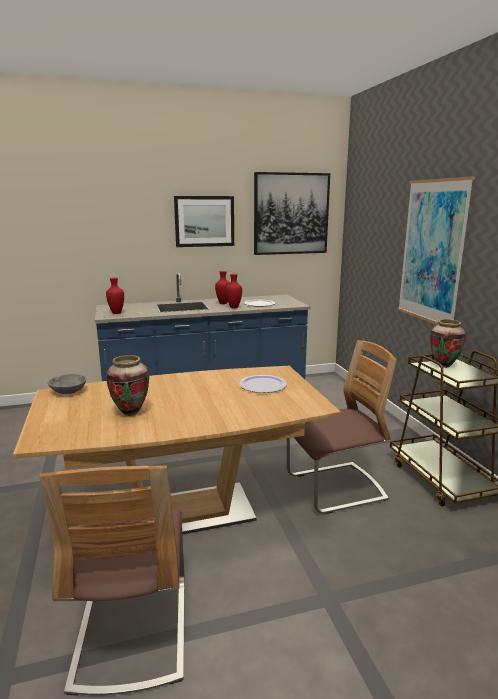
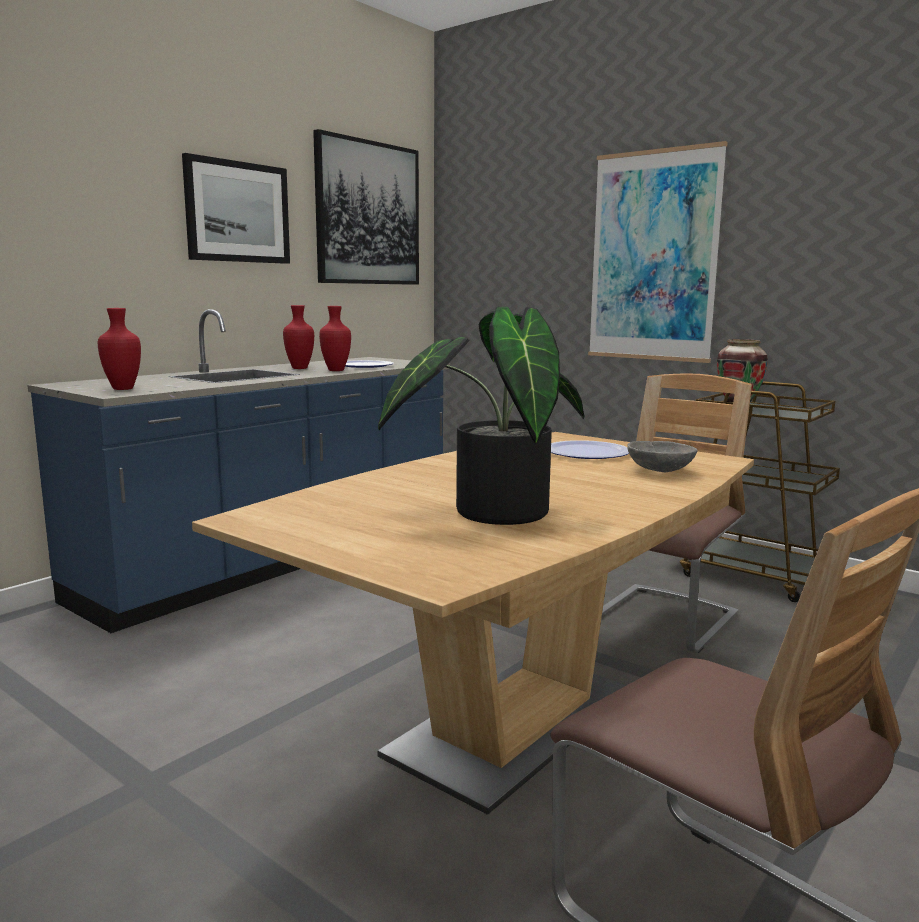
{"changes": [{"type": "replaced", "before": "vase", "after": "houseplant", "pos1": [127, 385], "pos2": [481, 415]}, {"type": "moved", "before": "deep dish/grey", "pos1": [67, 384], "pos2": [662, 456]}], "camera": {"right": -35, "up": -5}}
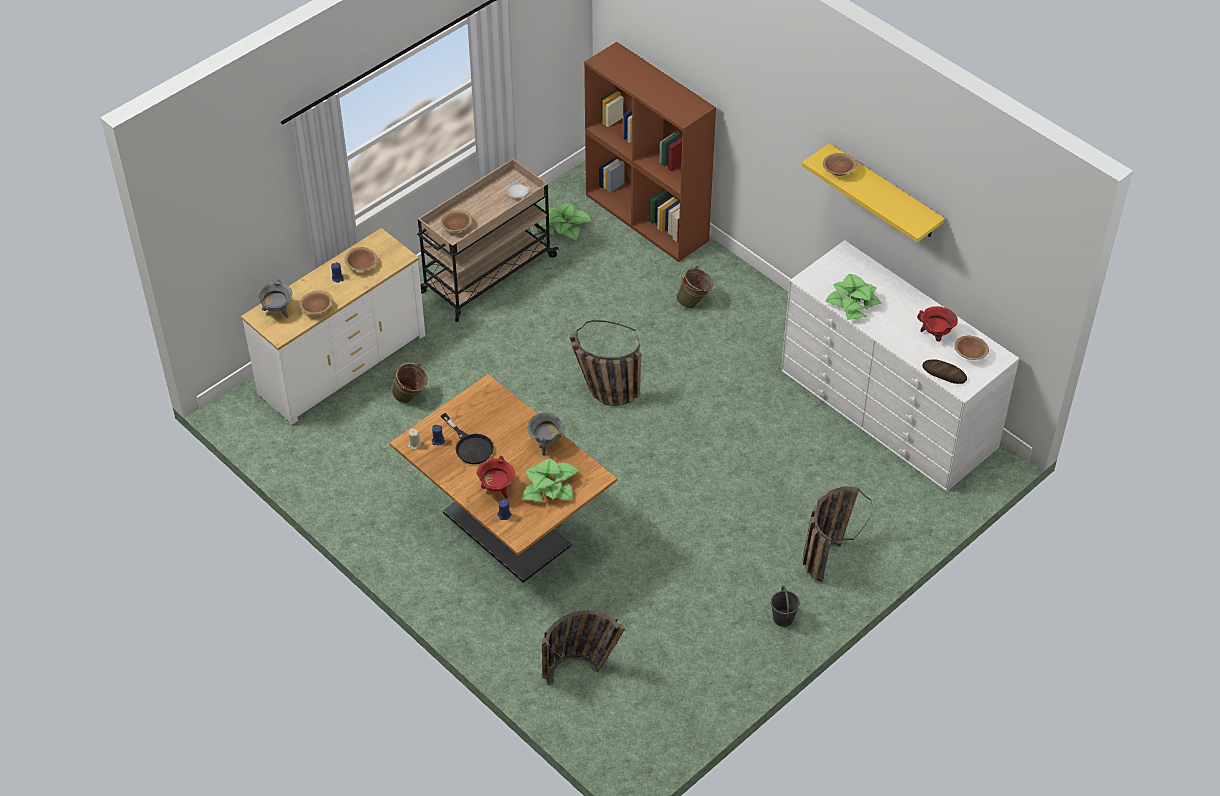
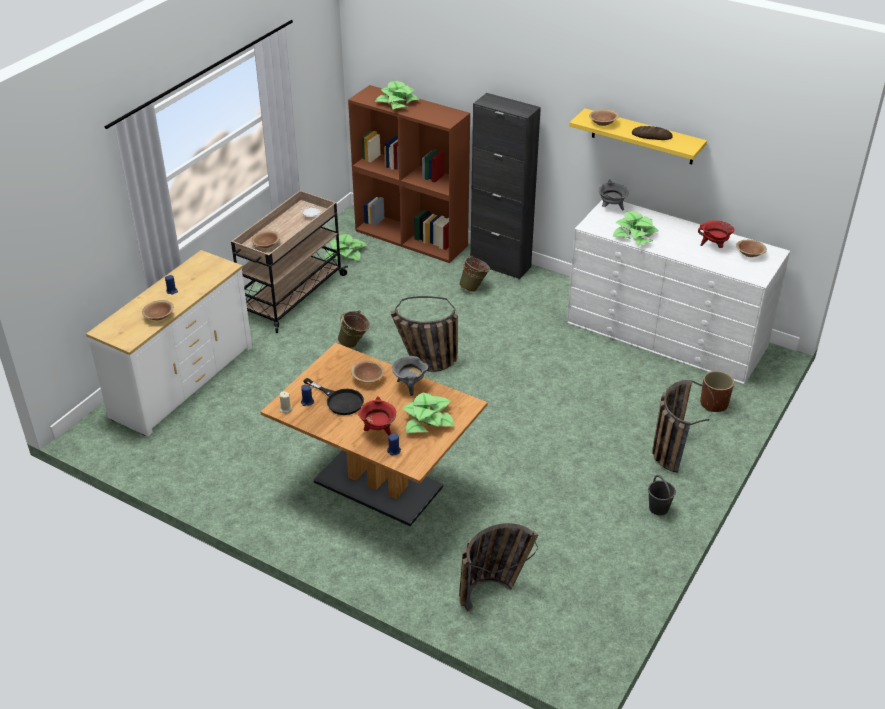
{"changes": [{"type": "moved", "before": "pail/green", "pos1": [410, 382], "pos2": [354, 329]}, {"type": "moved", "before": "deep dish/brownish", "pos1": [360, 259], "pos2": [368, 371]}, {"type": "added", "after": "houseplant", "pos2": [397, 95]}, {"type": "added", "after": "storage cabinet/black", "pos2": [505, 186]}, {"type": "moved", "before": "cooking pot/grey", "pos1": [274, 298], "pos2": [613, 194]}, {"type": "moved", "before": "bread", "pos1": [944, 371], "pos2": [652, 133]}, {"type": "added", "after": "planter/brownish", "pos2": [717, 391]}], "camera": {"right": -15, "up": -10}}
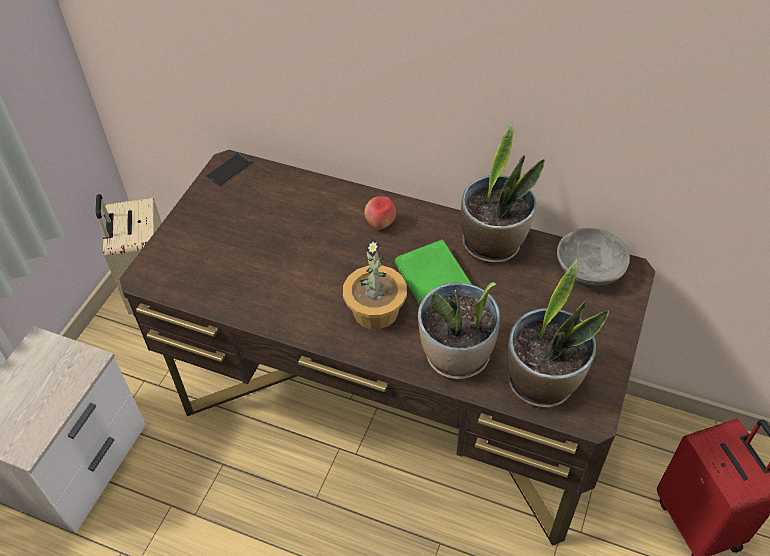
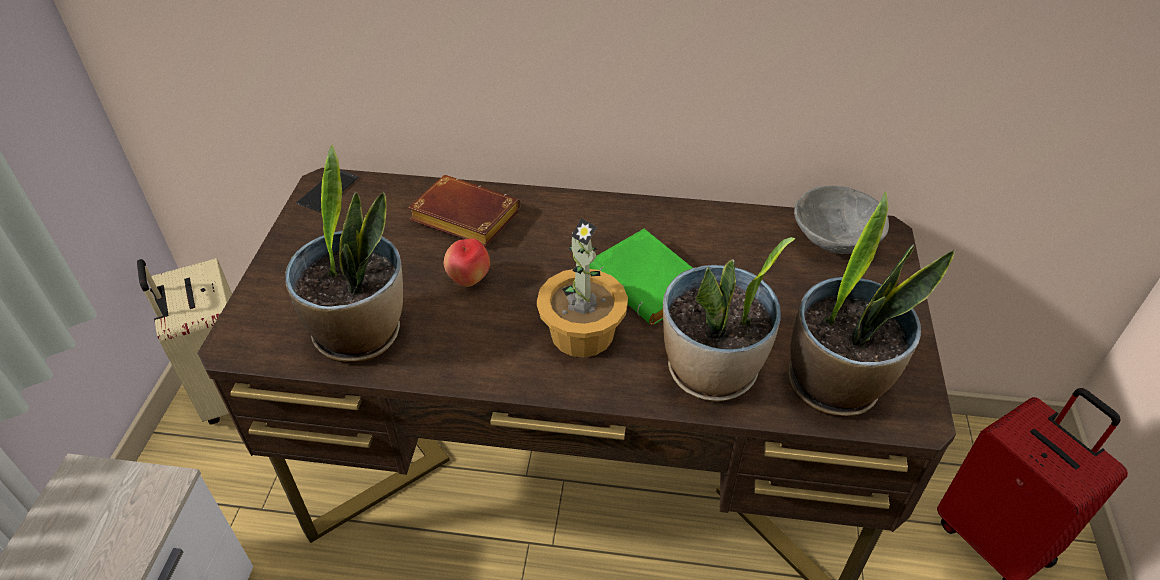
{"changes": [{"type": "moved", "before": "houseplant", "pos1": [503, 192], "pos2": [344, 254]}, {"type": "added", "after": "volume/brownish", "pos2": [464, 211]}, {"type": "moved", "before": "apple", "pos1": [380, 213], "pos2": [467, 262]}], "camera": {"right": -15, "up": -5}}
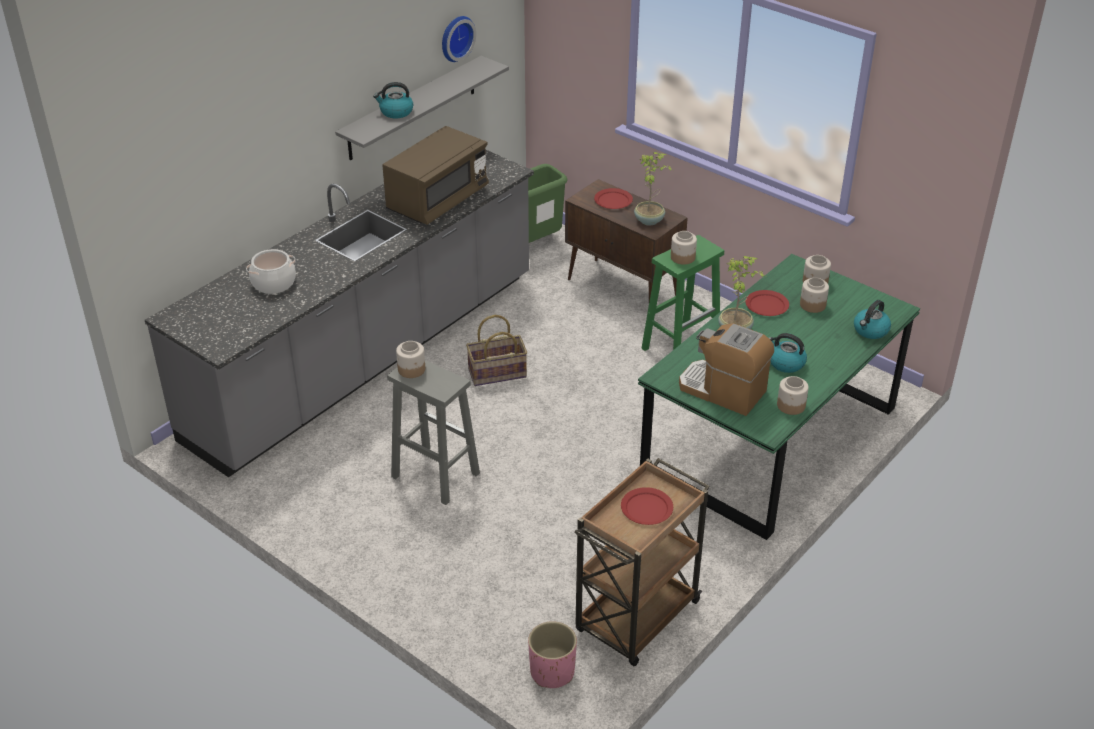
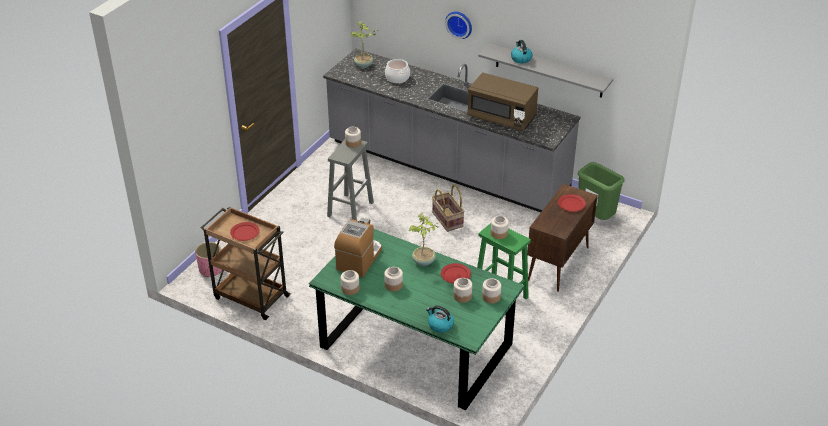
{"changes": [{"type": "moved", "before": "houseplant", "pos1": [653, 188], "pos2": [363, 44]}, {"type": "replaced", "before": "kettle", "after": "jar", "pos1": [788, 353], "pos2": [393, 279]}, {"type": "moved", "before": "wall clock", "pos1": [459, 39], "pos2": [458, 25]}], "camera": {"right": 80, "up": 0}}
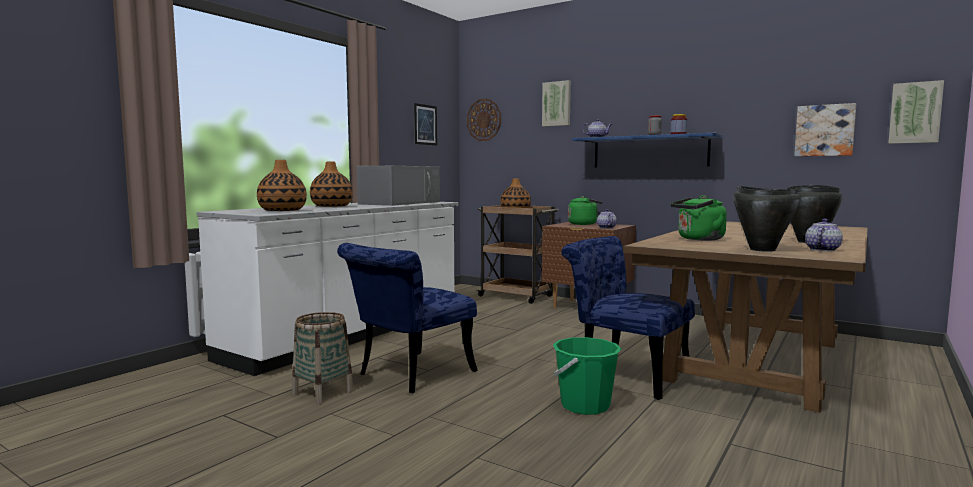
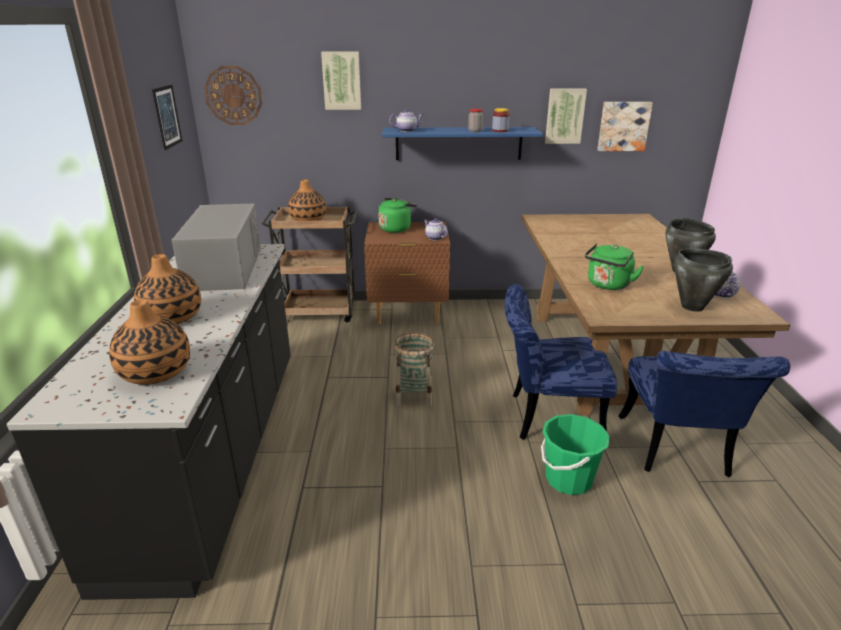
{"changes": [{"type": "recoloured", "before": "counter/white-coloured", "after": "counter/black", "pos1": [327, 289], "pos2": [149, 422]}, {"type": "moved", "before": "storage basket", "pos1": [323, 358], "pos2": [414, 369]}, {"type": "moved", "before": "wall art", "pos1": [916, 112], "pos2": [566, 116]}, {"type": "moved", "before": "chair/blue-coloured", "pos1": [407, 318], "pos2": [704, 414]}], "camera": {"right": -35, "up": 20}}
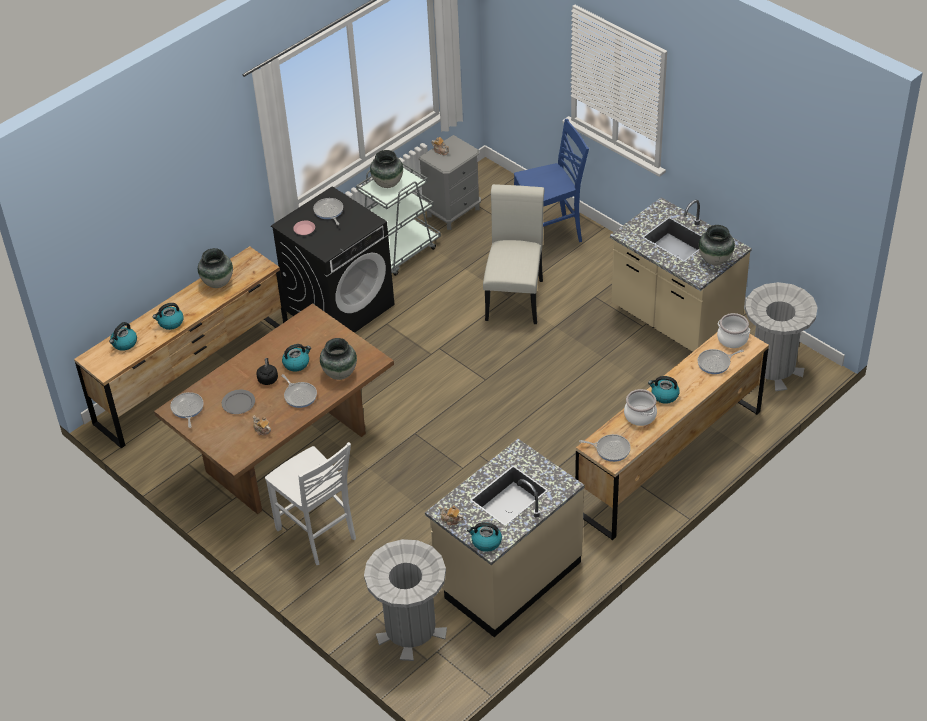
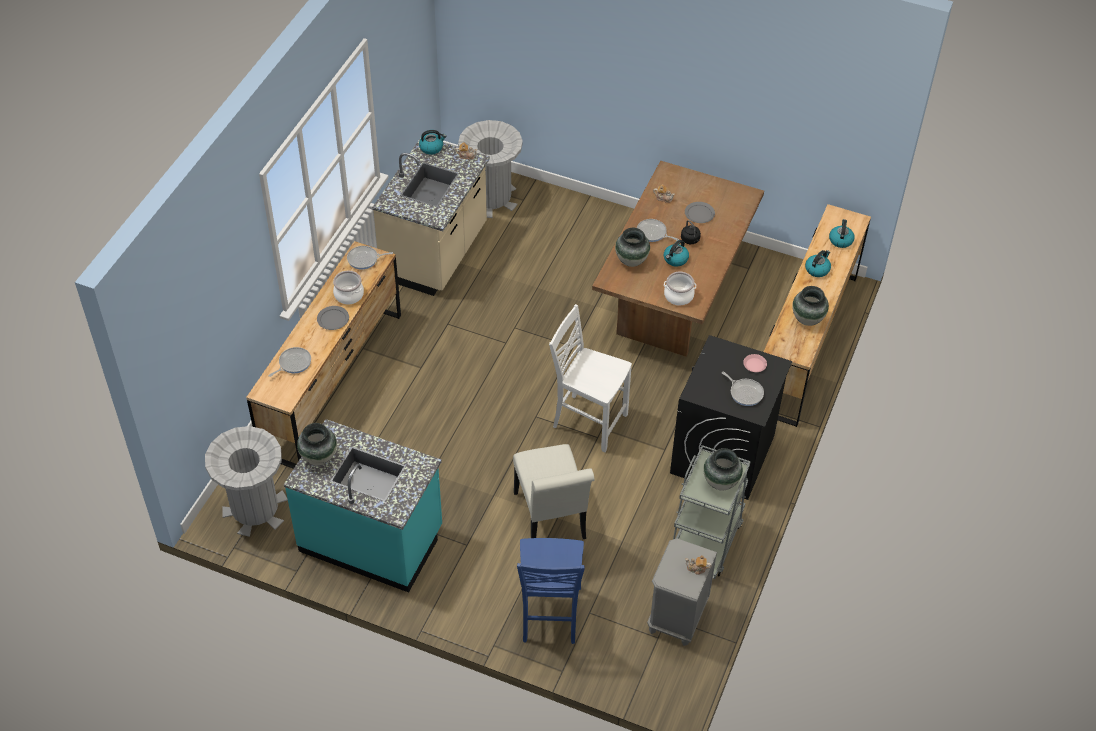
{"changes": [{"type": "recoloured", "before": "counter/beige-coloured", "after": "counter/blue-green", "pos1": [681, 274], "pos2": [363, 506]}, {"type": "replaced", "before": "kettle", "after": "dinner plate/grey", "pos1": [664, 390], "pos2": [333, 318]}, {"type": "turned", "before": "chair/blue-coloured", "pos1": [551, 180], "pos2": [551, 591], "turn": -45}, {"type": "moved", "before": "chair/white-coloured", "pos1": [310, 503], "pos2": [590, 378]}, {"type": "moved", "before": "cooking pot", "pos1": [733, 330], "pos2": [680, 288]}, {"type": "removed", "before": "pan", "pos1": [187, 410]}], "camera": {"right": 155, "up": 5}}
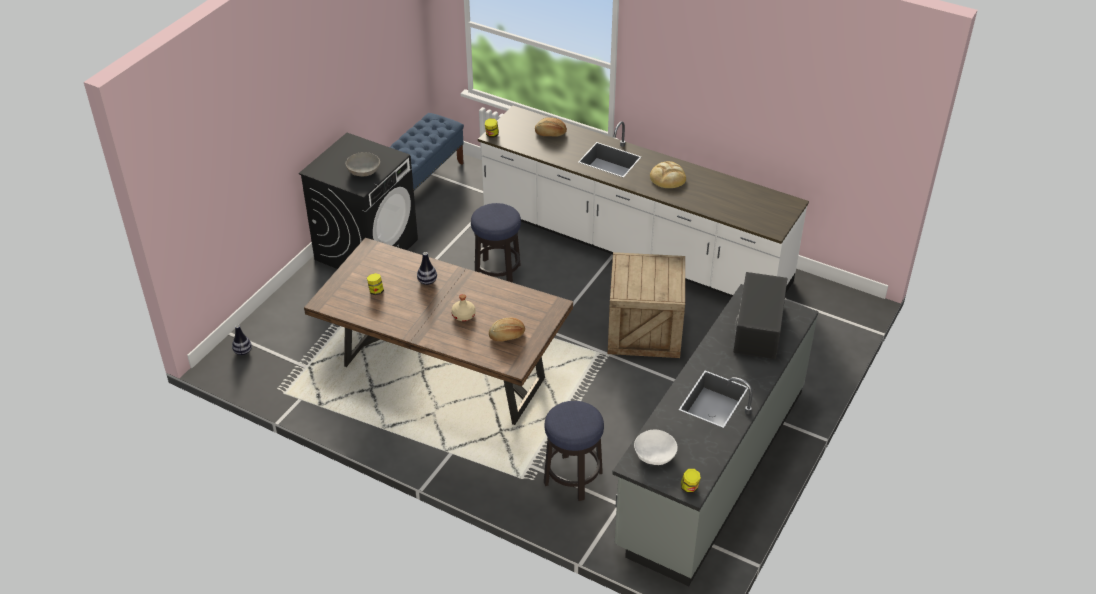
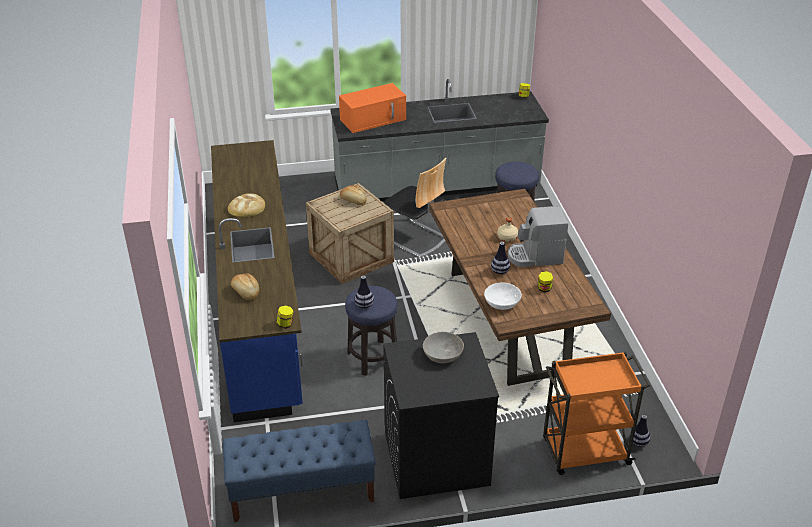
{"changes": [{"type": "recoloured", "before": "counter/white-coloured", "after": "counter/blue-coloured", "pos1": [643, 201], "pos2": [257, 281]}, {"type": "recoloured", "before": "kitchen microwave/black", "after": "kitchen microwave/orange", "pos1": [760, 315], "pos2": [372, 108]}, {"type": "moved", "before": "bread", "pos1": [507, 330], "pos2": [353, 195]}, {"type": "added", "after": "vase", "pos2": [364, 292]}, {"type": "added", "after": "chair", "pos2": [414, 208]}, {"type": "moved", "before": "deep dish/white-coloured", "pos1": [656, 447], "pos2": [503, 296]}, {"type": "added", "after": "coffee brewer", "pos2": [538, 236]}, {"type": "added", "after": "cart/orange", "pos2": [596, 413]}], "camera": {"right": -130, "up": -5}}
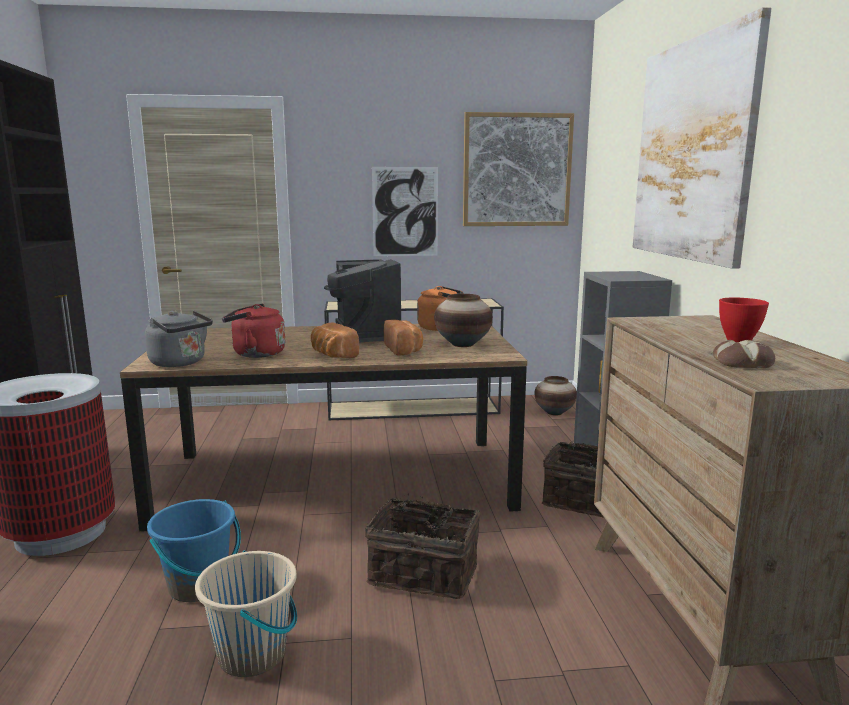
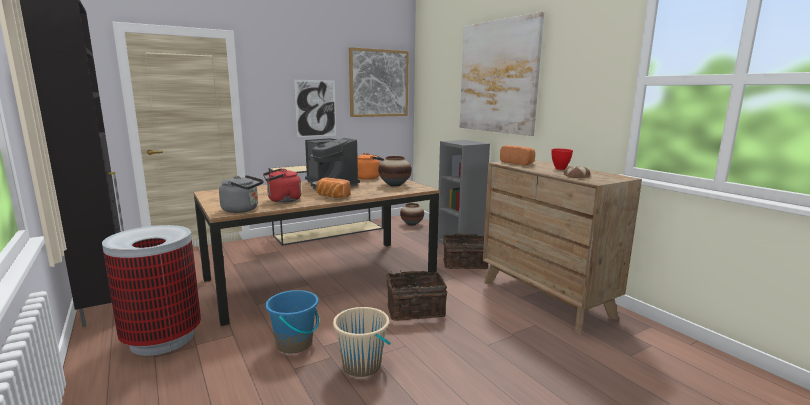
{"changes": [{"type": "moved", "before": "bread", "pos1": [403, 338], "pos2": [517, 155]}], "camera": {"right": -25, "up": 0}}
